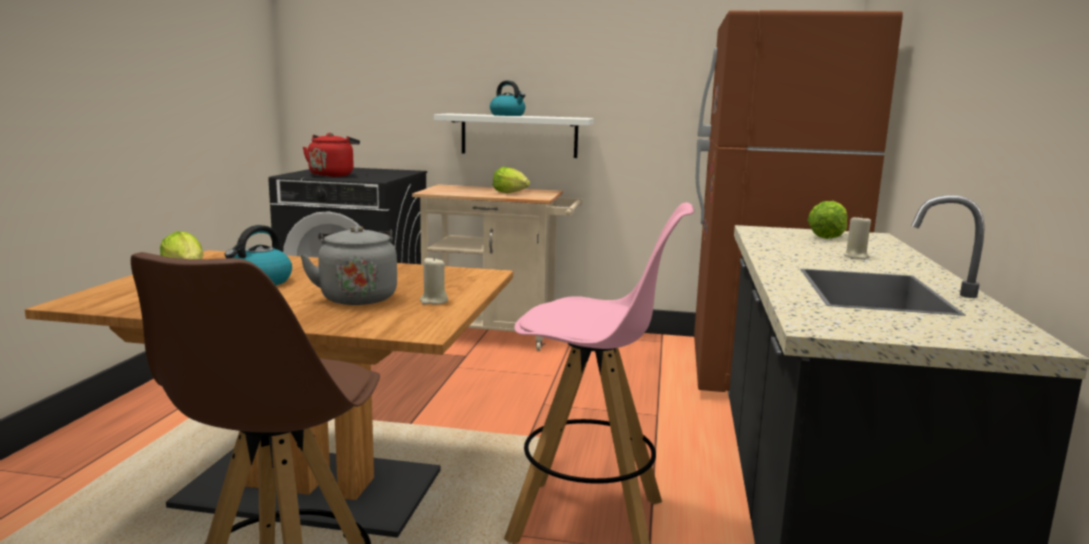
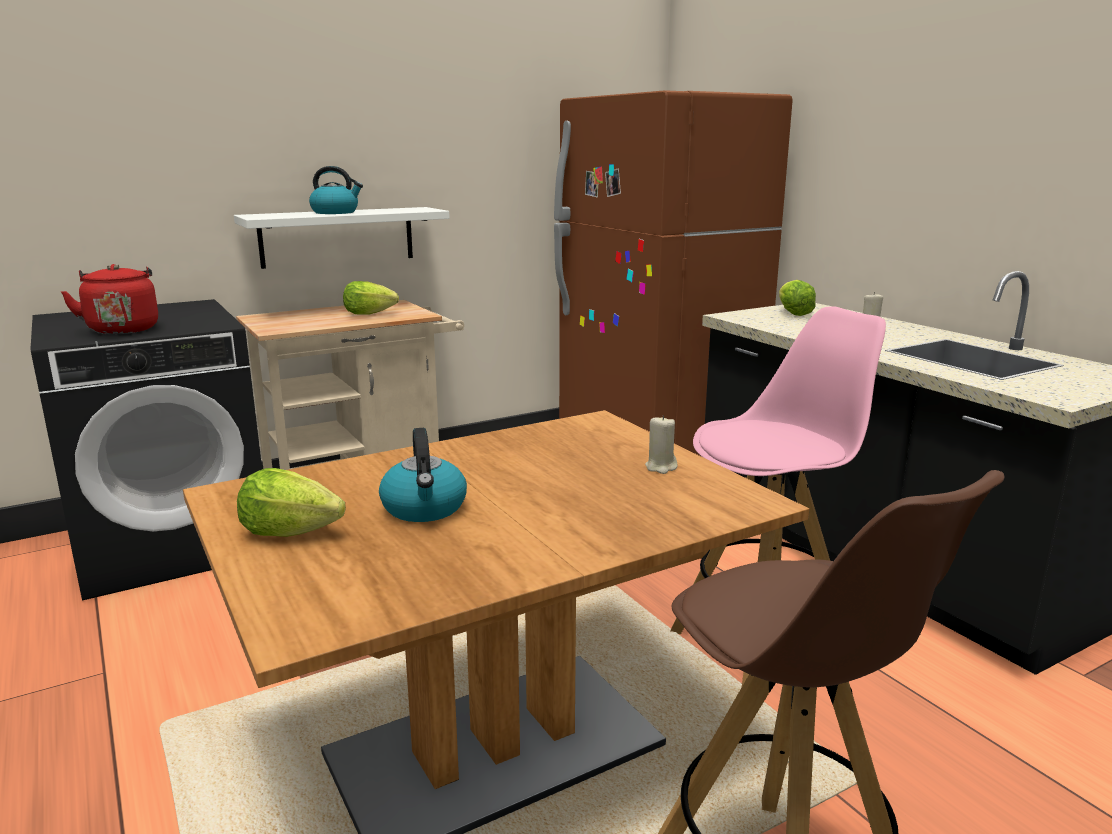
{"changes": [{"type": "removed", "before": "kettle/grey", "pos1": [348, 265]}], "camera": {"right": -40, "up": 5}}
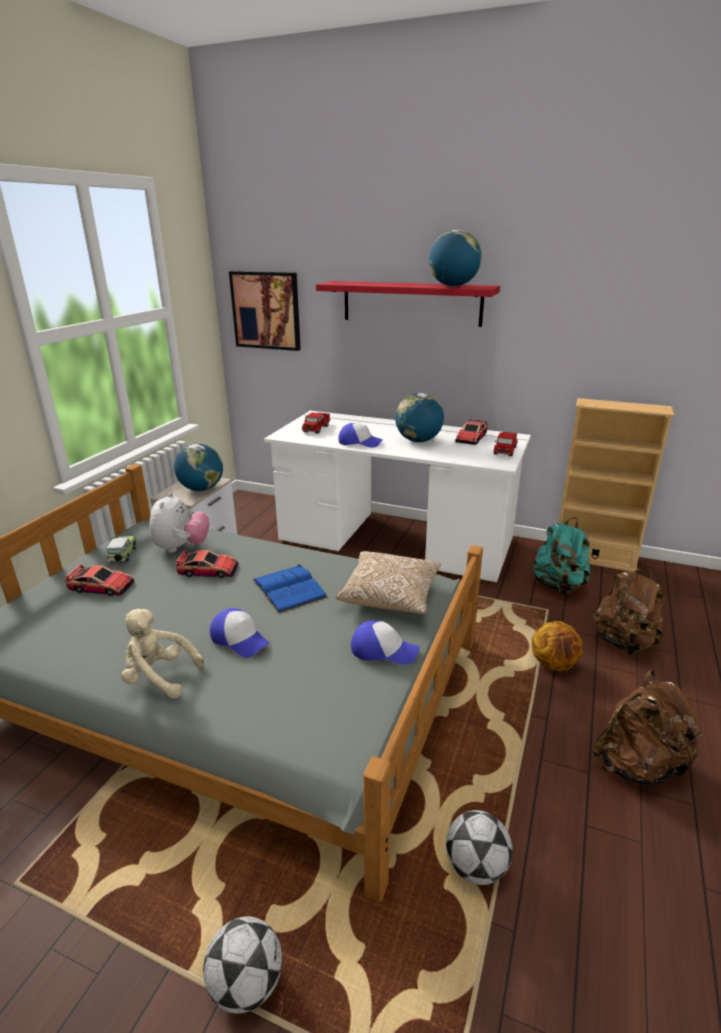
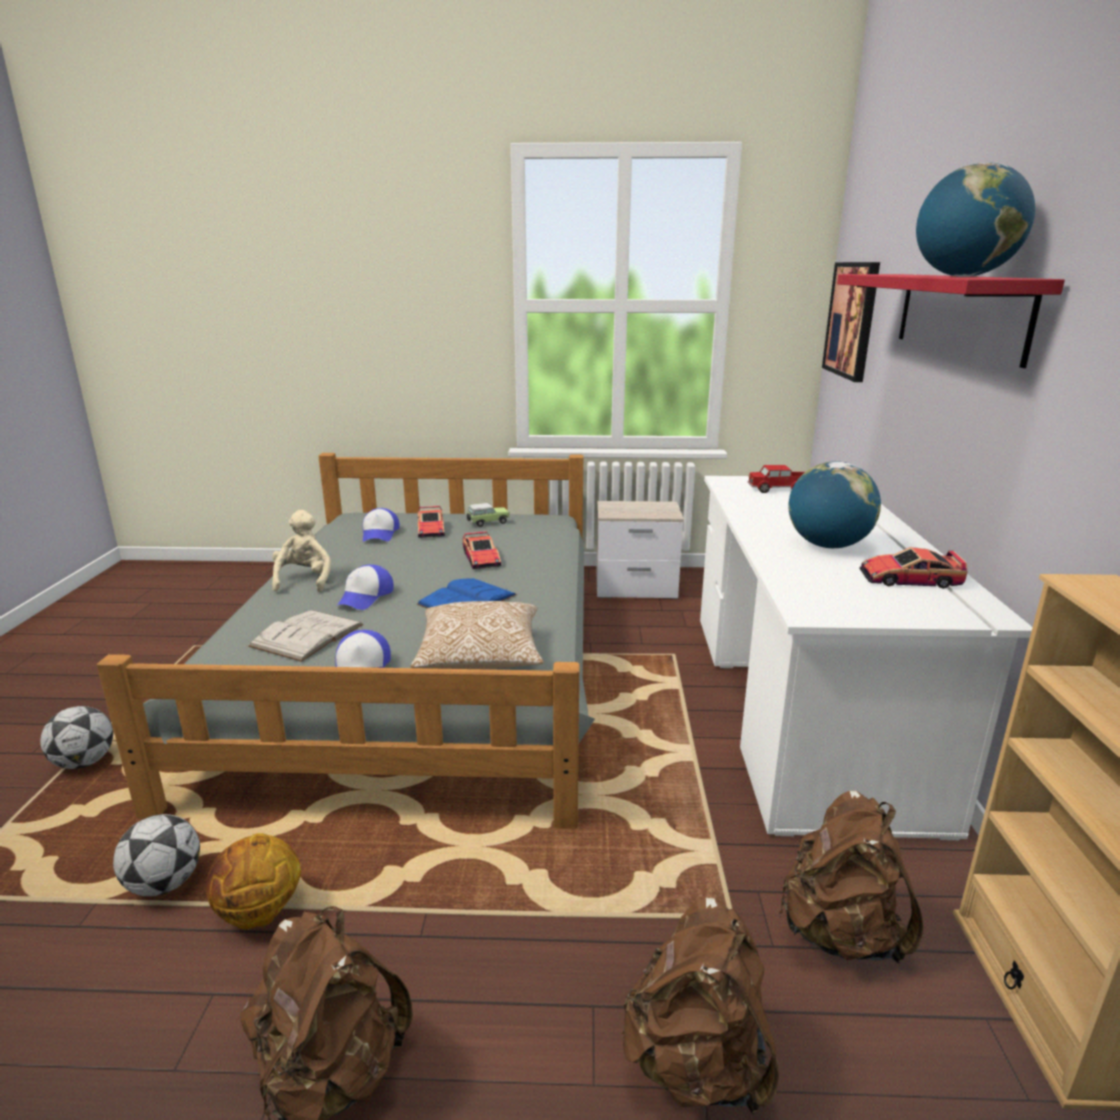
{"changes": [{"type": "moved", "before": "ball for basketball", "pos1": [557, 646], "pos2": [253, 881]}, {"type": "added", "after": "volume/white-coloured", "pos2": [305, 636]}, {"type": "moved", "before": "cap", "pos1": [360, 435], "pos2": [381, 525]}, {"type": "recoloured", "before": "rucksack/blue-green", "after": "rucksack/brownish", "pos1": [561, 556], "pos2": [851, 877]}, {"type": "removed", "before": "plush toy", "pos1": [179, 522]}, {"type": "removed", "before": "desk globe", "pos1": [198, 467]}, {"type": "removed", "before": "model truck", "pos1": [505, 444]}], "camera": {"right": 70, "up": -5}}
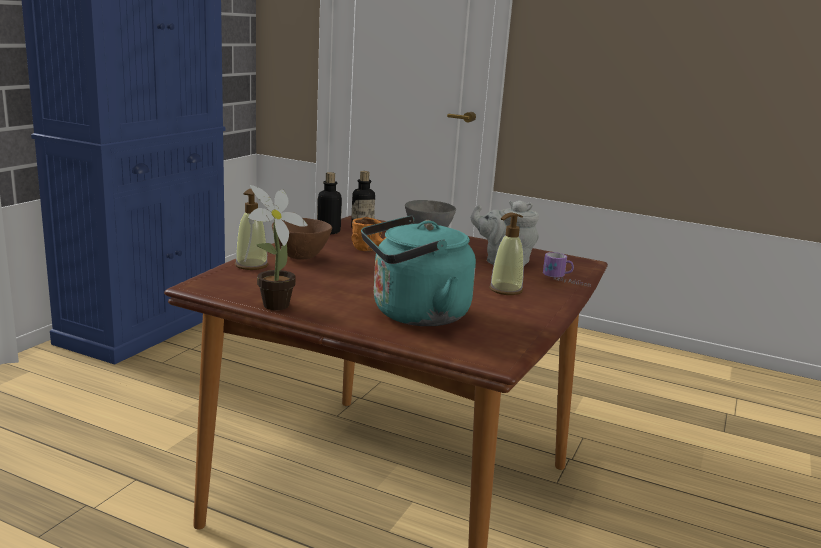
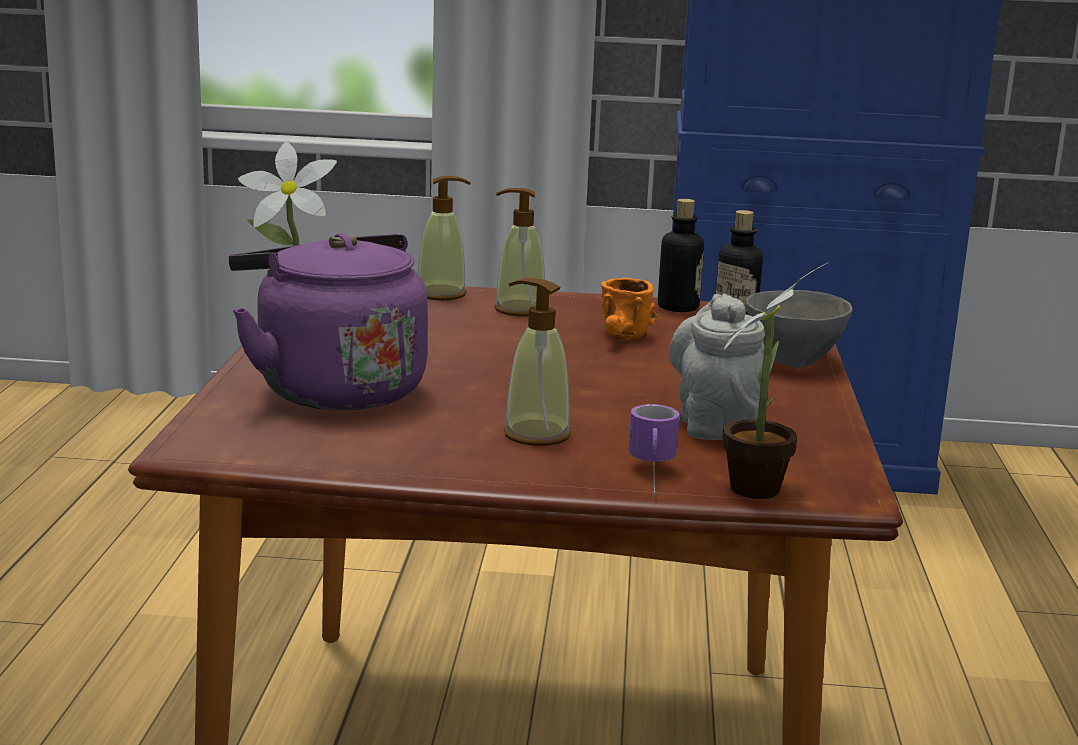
{"changes": [{"type": "recoloured", "before": "kettle/blue-green", "after": "kettle/purple-coloured", "pos1": [418, 271], "pos2": [328, 321]}, {"type": "replaced", "before": "deep dish/brownish", "after": "soap dispenser", "pos1": [302, 239], "pos2": [519, 252]}, {"type": "added", "after": "houseplant", "pos2": [774, 381]}], "camera": {"right": 70, "up": 0}}
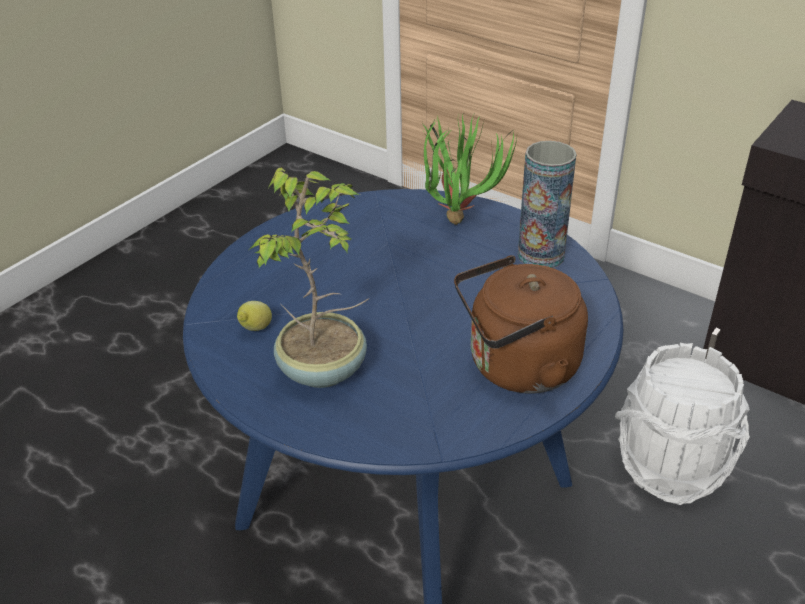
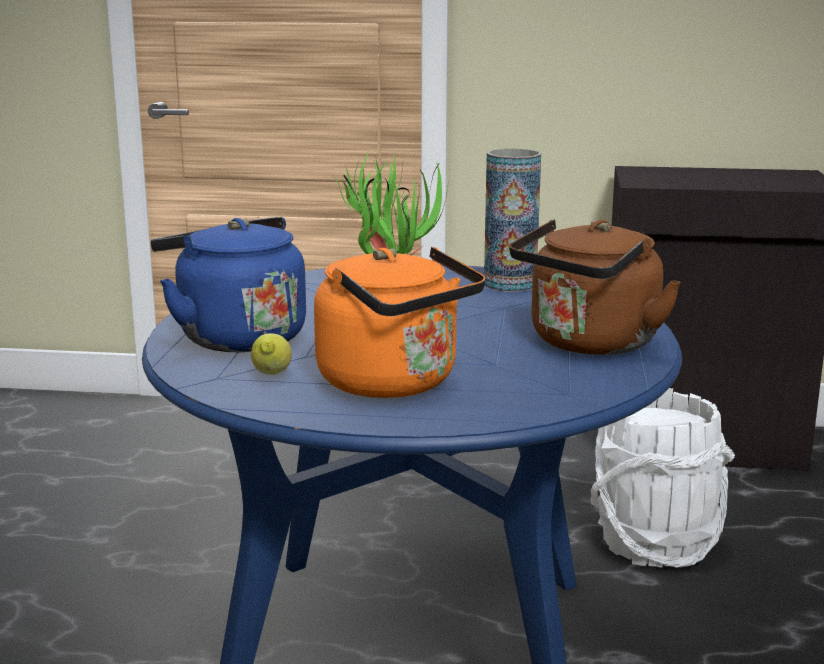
{"changes": [{"type": "added", "after": "kettle/blue-coloured", "pos2": [228, 284]}, {"type": "replaced", "before": "houseplant", "after": "kettle/orange", "pos1": [309, 277], "pos2": [399, 322]}], "camera": {"right": -30, "up": -20}}
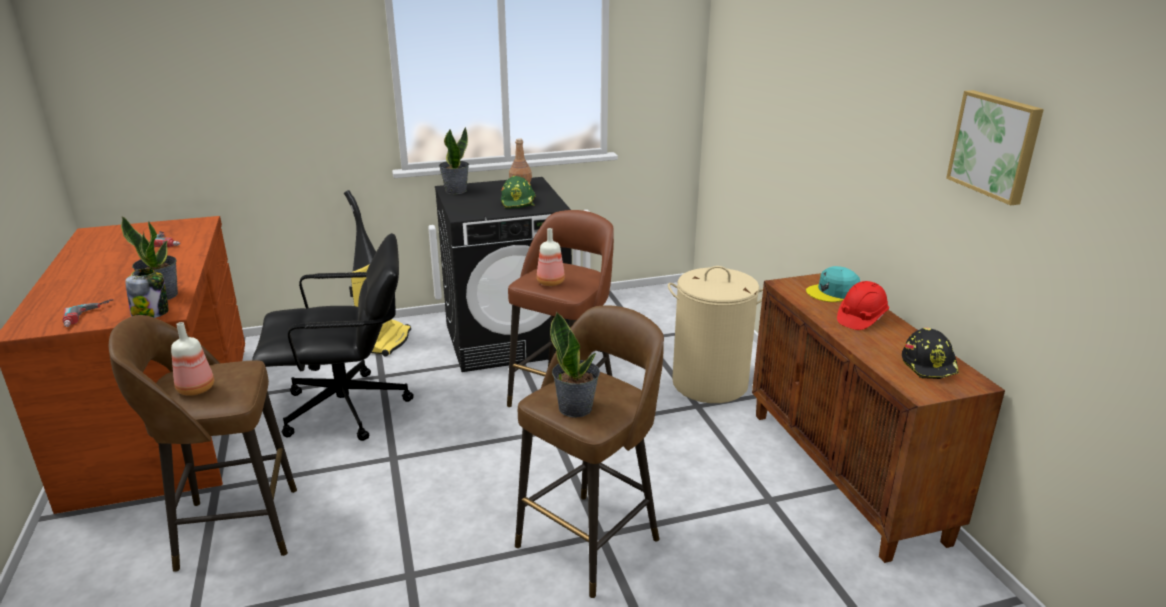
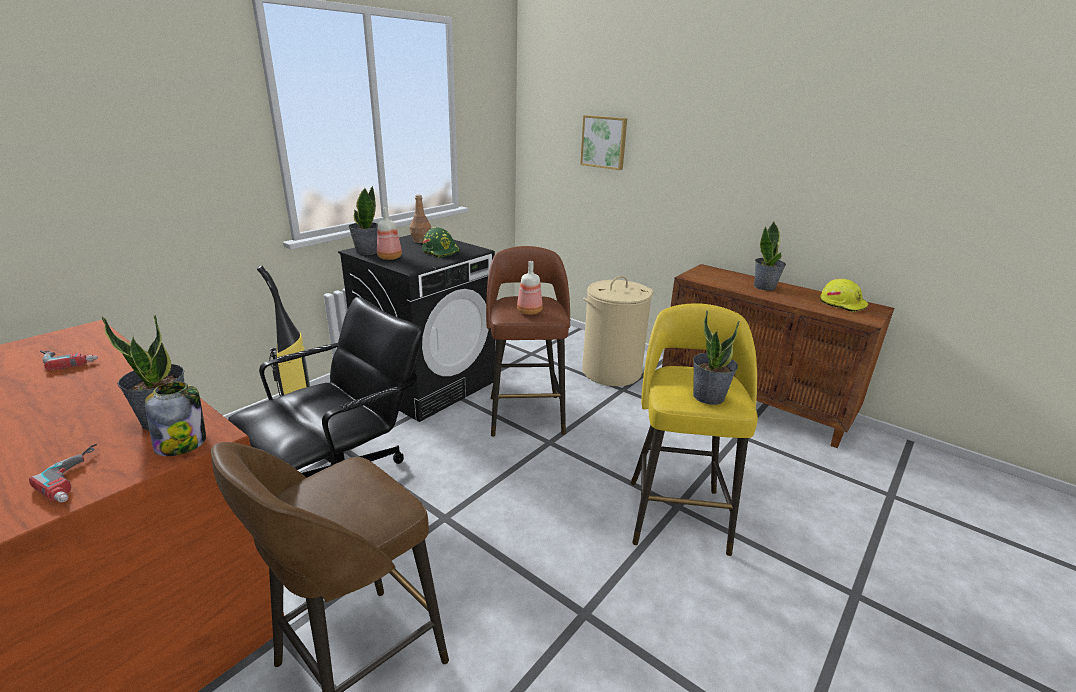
{"changes": [{"type": "moved", "before": "bottle", "pos1": [192, 359], "pos2": [389, 234]}, {"type": "moved", "before": "wall art", "pos1": [995, 147], "pos2": [603, 142]}, {"type": "recoloured", "before": "sitting stool/brownish", "after": "sitting stool/yellowish", "pos1": [589, 451], "pos2": [694, 429]}, {"type": "replaced", "before": "hard hat/red-coloured", "after": "houseplant", "pos1": [863, 305], "pos2": [770, 256]}, {"type": "recoloured", "before": "hard hat/black", "after": "hard hat/yellowish", "pos1": [930, 353], "pos2": [844, 295]}, {"type": "removed", "before": "cap/blue-green", "pos1": [833, 284]}], "camera": {"right": -35, "up": 0}}
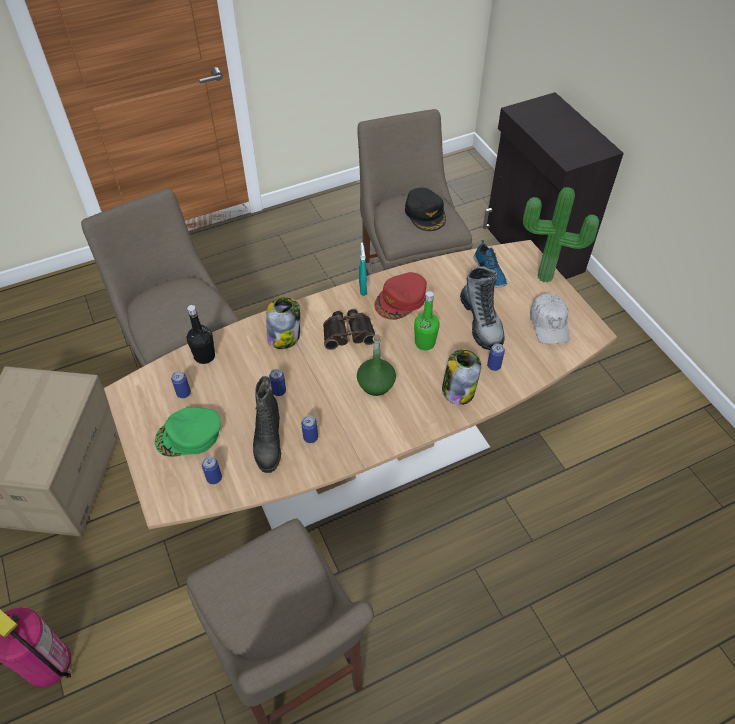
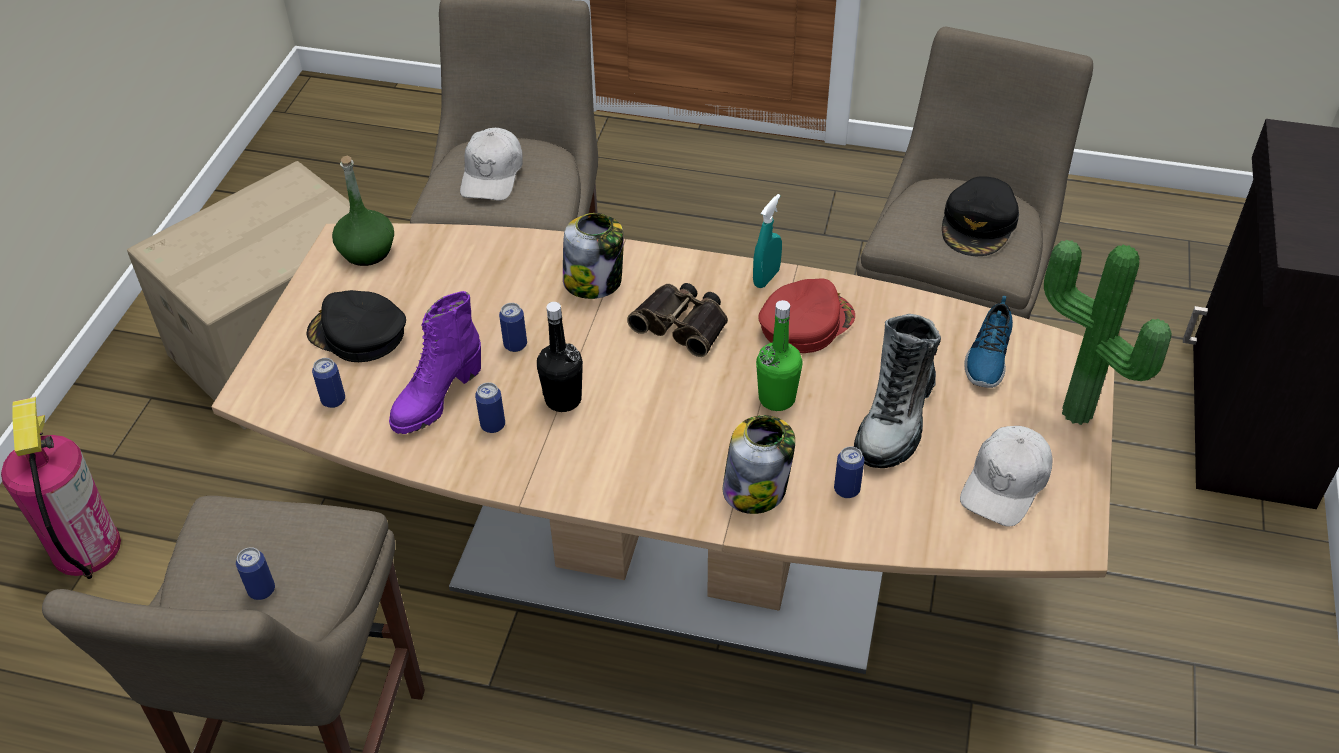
{"changes": [{"type": "moved", "before": "sealed can", "pos1": [181, 384], "pos2": [255, 573]}, {"type": "recoloured", "before": "cap/green", "after": "cap/black", "pos1": [188, 432], "pos2": [356, 326]}, {"type": "moved", "before": "bottle/green", "pos1": [376, 365], "pos2": [363, 211]}, {"type": "recoloured", "before": "tall boot/black", "after": "tall boot/purple-coloured", "pos1": [267, 424], "pos2": [435, 362]}, {"type": "added", "after": "cap/white-coloured", "pos2": [491, 164]}, {"type": "moved", "before": "bottle/black", "pos1": [200, 334], "pos2": [560, 357]}, {"type": "turned", "before": "cap/red-coloured", "pos1": [400, 296], "pos2": [806, 315], "turn": 150}], "camera": {"right": 40, "up": -5}}
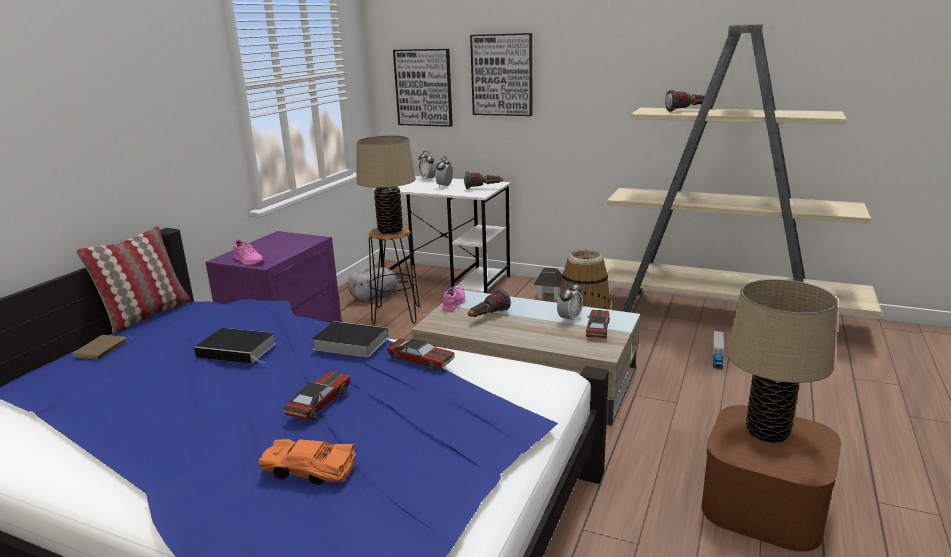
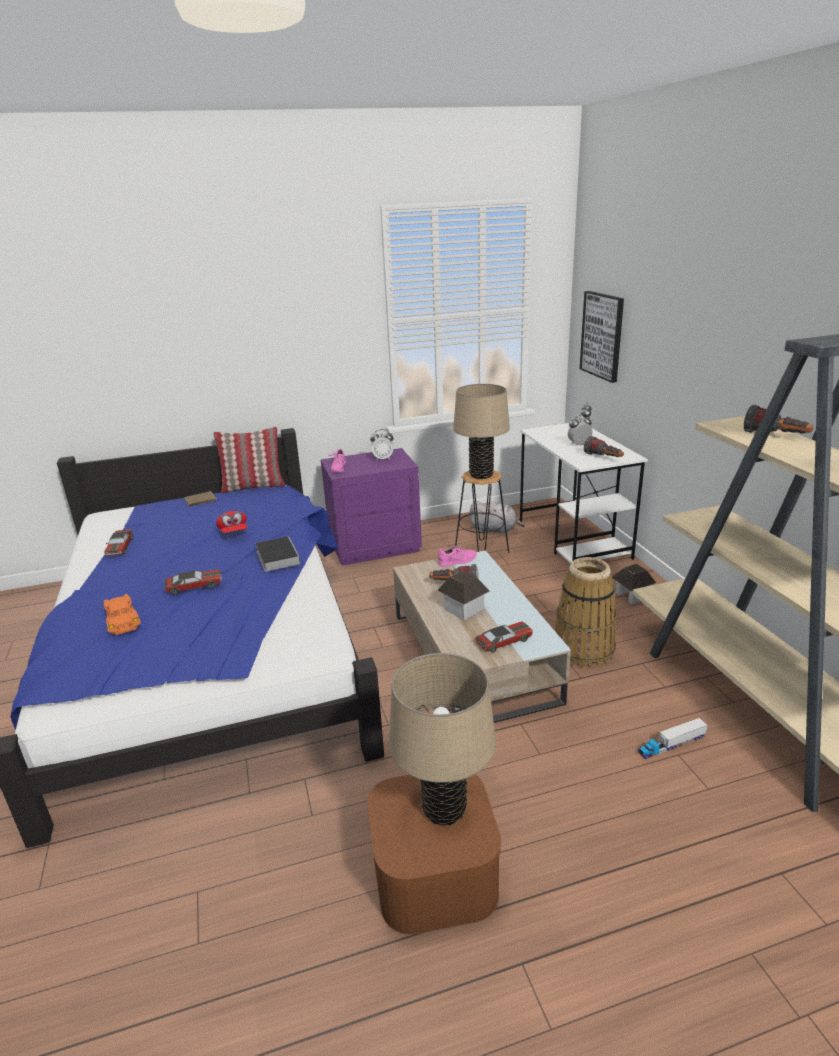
{"changes": [{"type": "moved", "before": "model car", "pos1": [421, 355], "pos2": [118, 542]}, {"type": "replaced", "before": "volume", "after": "cap/red-coloured", "pos1": [235, 346], "pos2": [231, 522]}, {"type": "moved", "before": "bedside clock", "pos1": [570, 302], "pos2": [382, 444]}, {"type": "added", "after": "model house", "pos2": [463, 595]}, {"type": "removed", "before": "wall art", "pos1": [501, 74]}], "camera": {"right": 50, "up": 5}}
